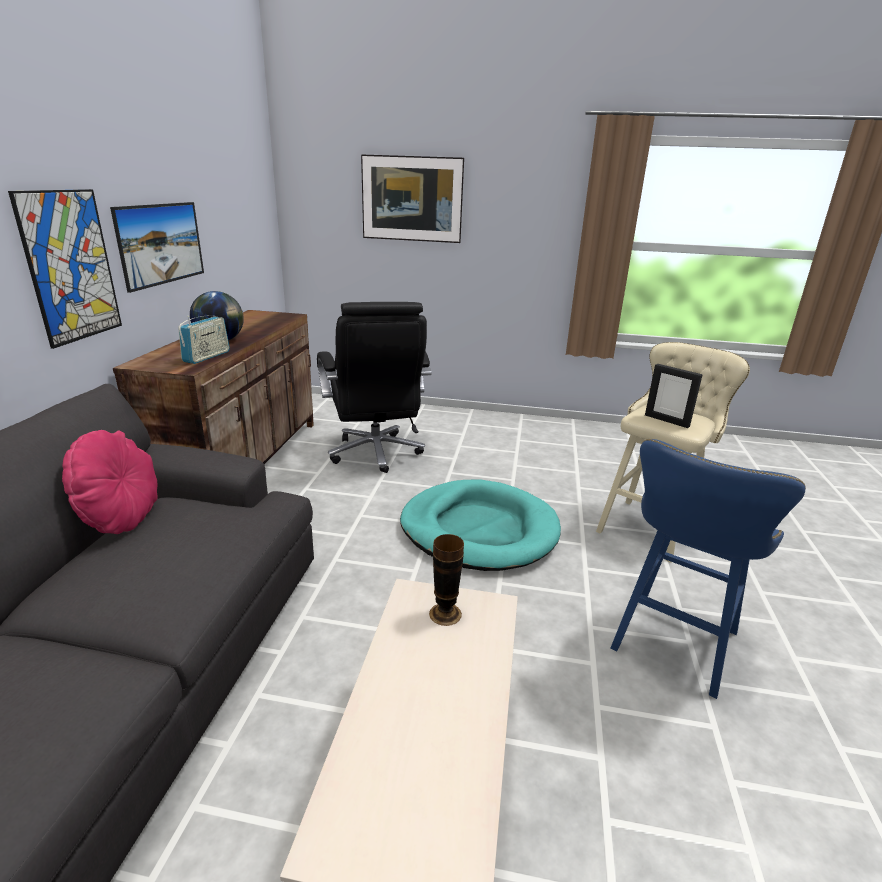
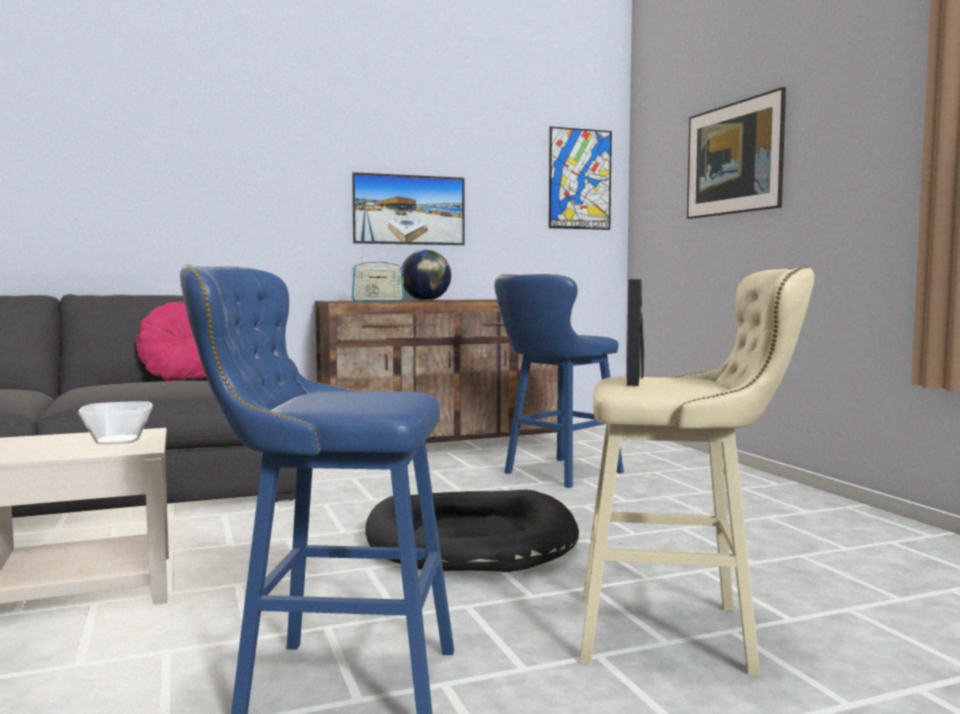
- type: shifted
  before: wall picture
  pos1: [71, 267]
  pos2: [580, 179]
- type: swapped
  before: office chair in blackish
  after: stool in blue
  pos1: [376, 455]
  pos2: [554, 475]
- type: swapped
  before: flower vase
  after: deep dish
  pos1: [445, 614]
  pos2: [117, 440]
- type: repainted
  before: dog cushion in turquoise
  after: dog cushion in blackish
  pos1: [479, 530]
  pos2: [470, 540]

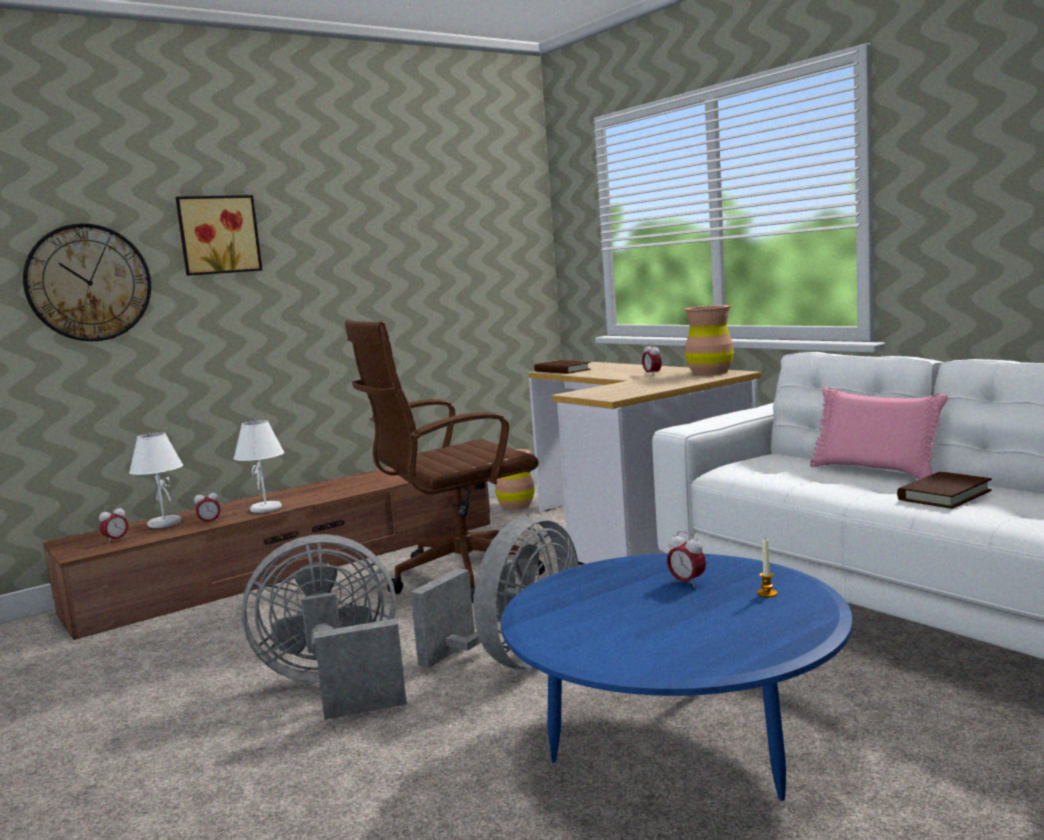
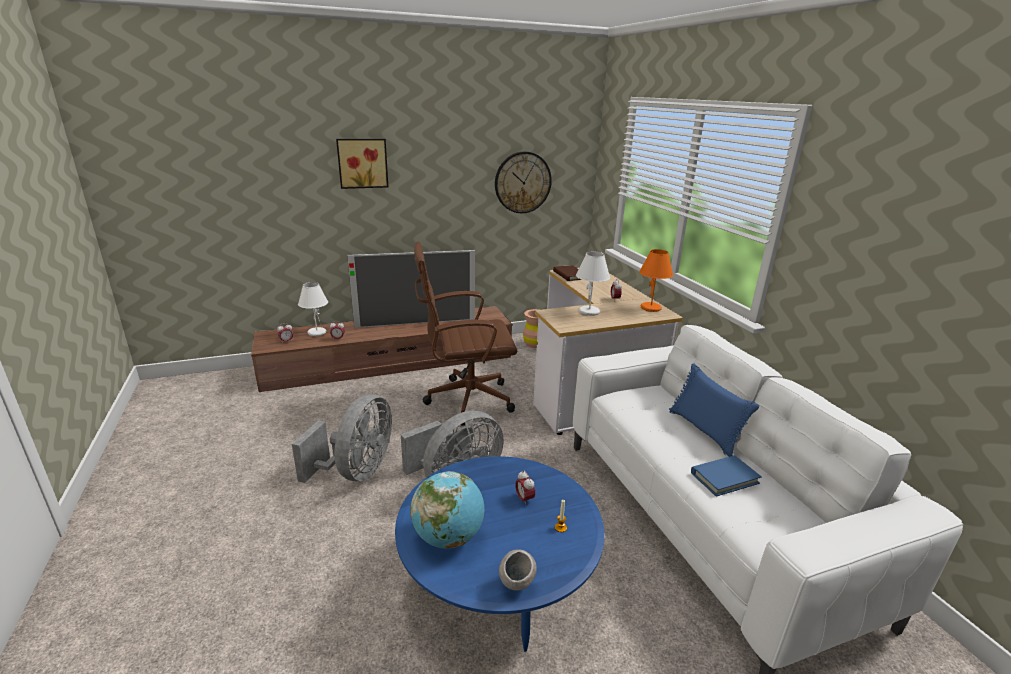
- type: new
  after: TV set
  pos2: [416, 323]
- type: new
  after: desk globe
  pos2: [448, 537]
- type: new
  after: deep dish in grey
  pos2: [516, 585]
- type: shifted
  before: wall clock
  pos1: [88, 283]
  pos2: [522, 182]
- type: shifted
  before: table lamp in whitish
  pos1: [266, 509]
  pos2: [589, 312]
- type: swapped
  before: flower vase in brown-coloured
  after: table lamp in orange
  pos1: [710, 372]
  pos2: [651, 308]
- type: repainted
  before: pillow in pinkish
  after: pillow in blue
  pos1: [874, 472]
  pos2: [705, 431]
- type: repainted
  before: book in brown-coloured
  after: book in blue
  pos1: [944, 495]
  pos2: [724, 478]
- type: rotated
  before: electric fan in grey
  pos1: [335, 686]
  pos2: [356, 471]
  turn: 105

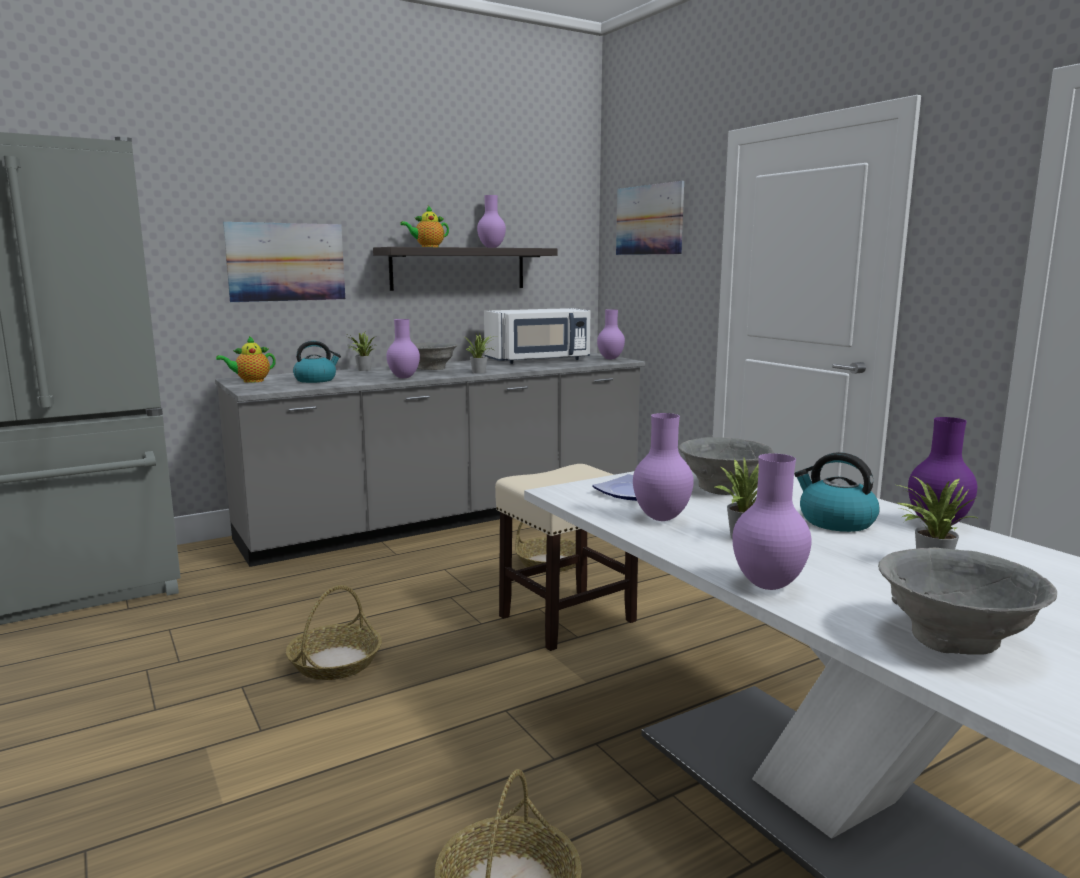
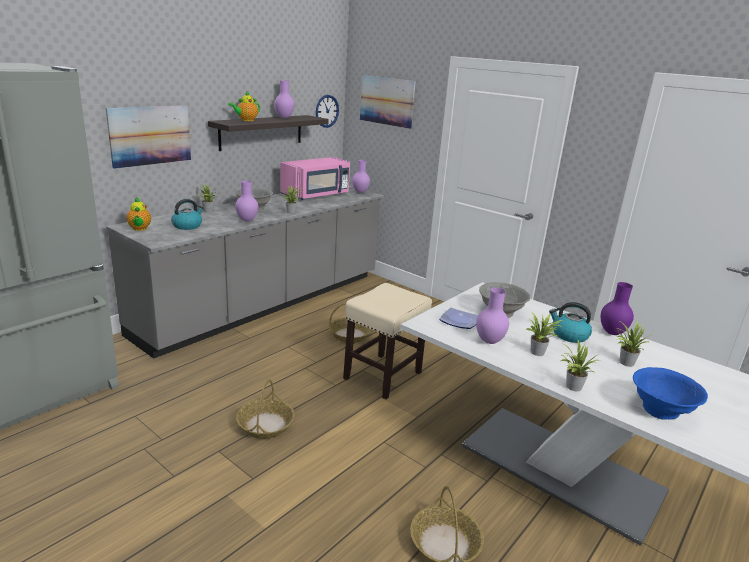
- type: new
  after: wall clock
  pos2: [327, 111]
- type: swapped
  before: flower vase in purple
  after: plant in a pot
  pos1: [769, 586]
  pos2: [571, 387]
- type: repainted
  before: microwave in whitish
  after: microwave in pinkish
  pos1: [539, 360]
  pos2: [316, 195]
- type: repainted
  before: deep dish in grey
  after: deep dish in blue
  pos1: [955, 640]
  pos2: [661, 410]
- type: rotated
  before: pot for tea
  pos1: [250, 381]
  pos2: [139, 229]
  turn: -60

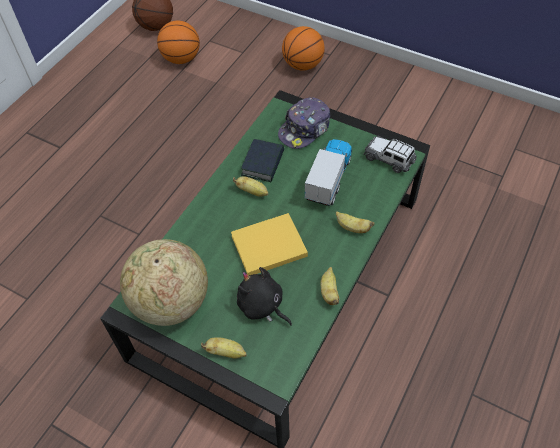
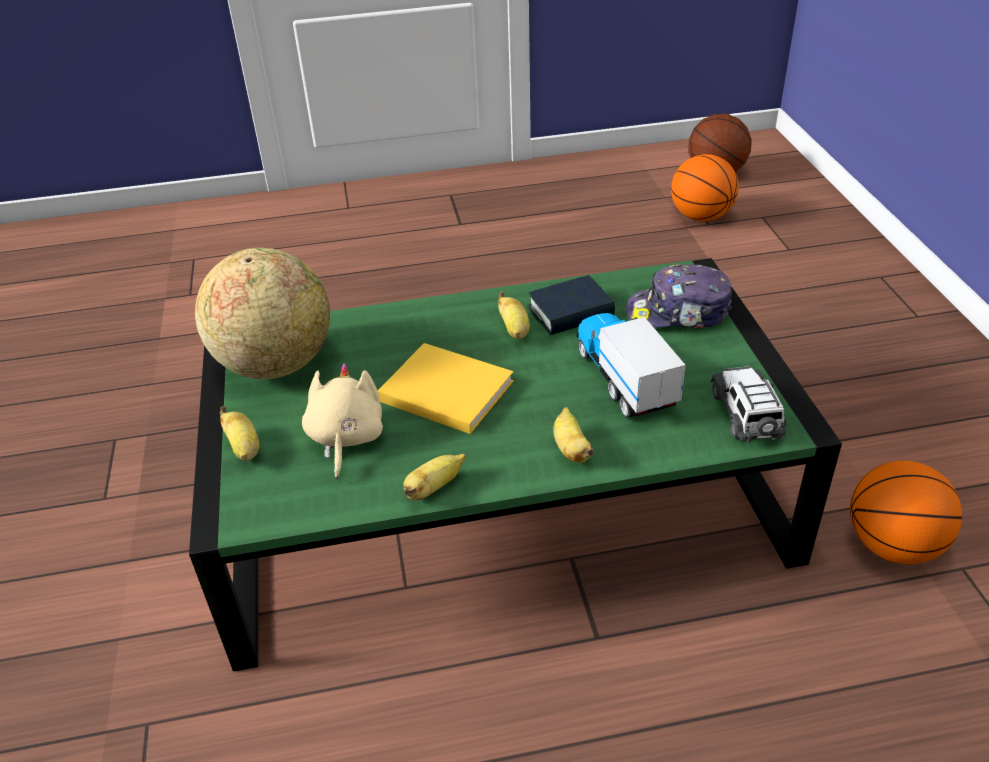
- type: shifted
  before: basketball ball
  pos1: [303, 65]
  pos2: [892, 545]
- type: repainted
  before: plush toy in blackish
  after: plush toy in sand-coloured
  pos1: [262, 306]
  pos2: [345, 439]
- type: rotated
  before: toy truck
  pos1: [329, 180]
  pos2: [624, 380]
  turn: -90

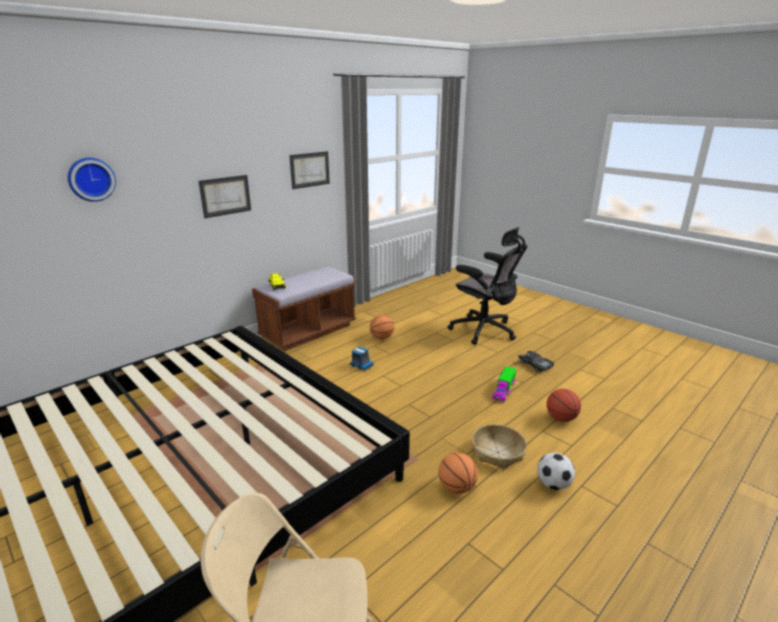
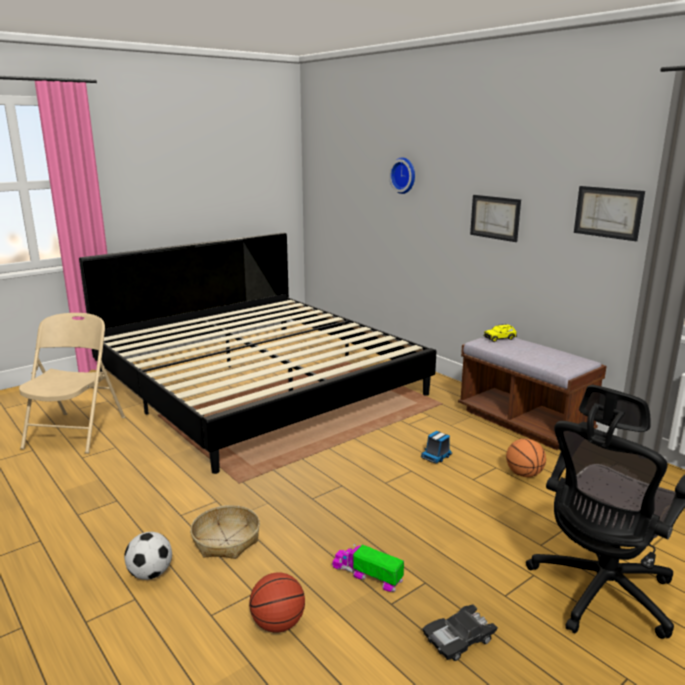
- type: gone
  before: basketball ball
  pos1: [457, 488]

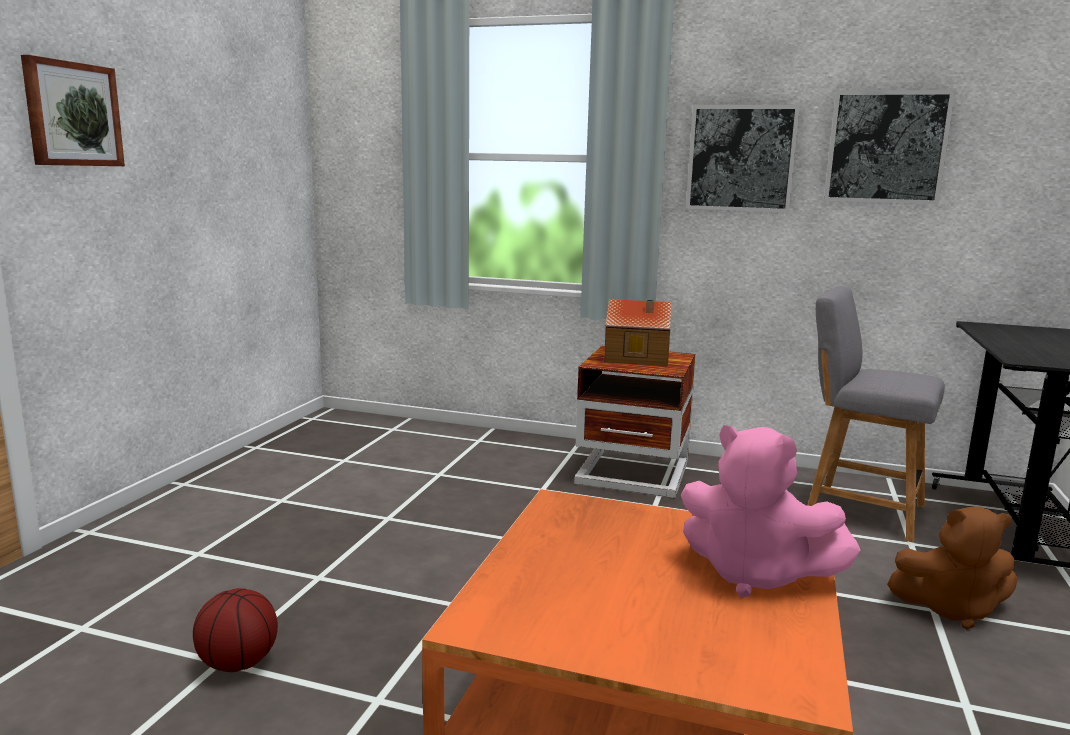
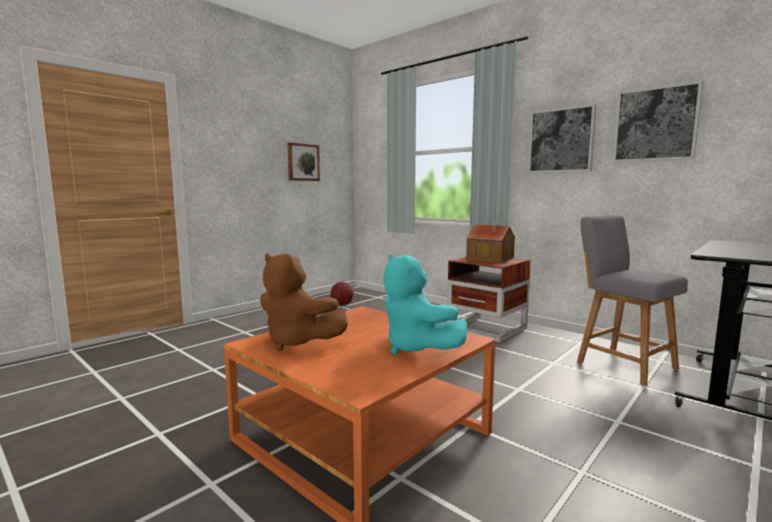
- type: shifted
  before: wall picture
  pos1: [72, 114]
  pos2: [303, 162]
- type: shifted
  before: basketball ball
  pos1: [238, 663]
  pos2: [342, 304]
- type: shifted
  before: plush toy in brown-coloured
  pos1: [950, 609]
  pos2: [297, 342]
- type: repainted
  before: plush toy in pinkish
  after: plush toy in turquoise
  pos1: [754, 575]
  pos2: [416, 348]

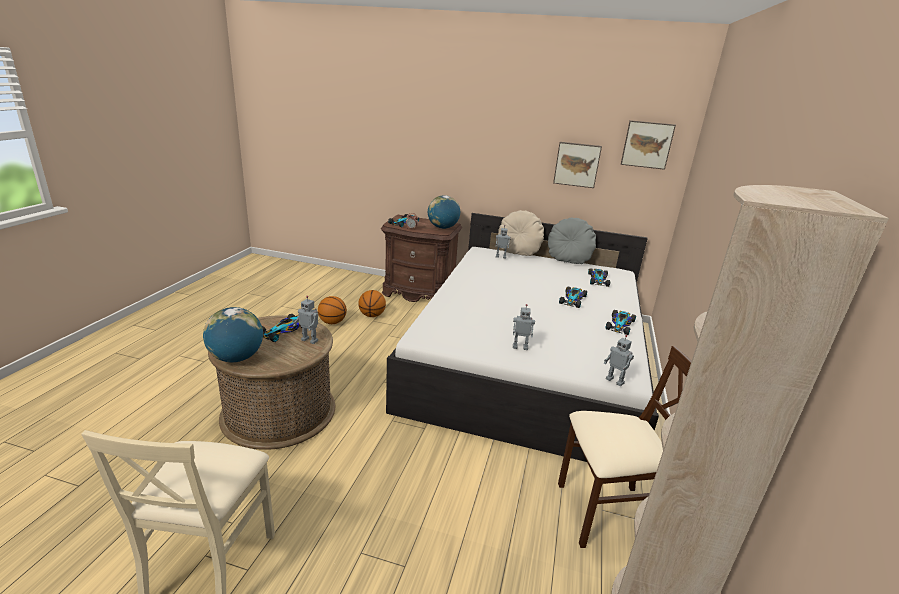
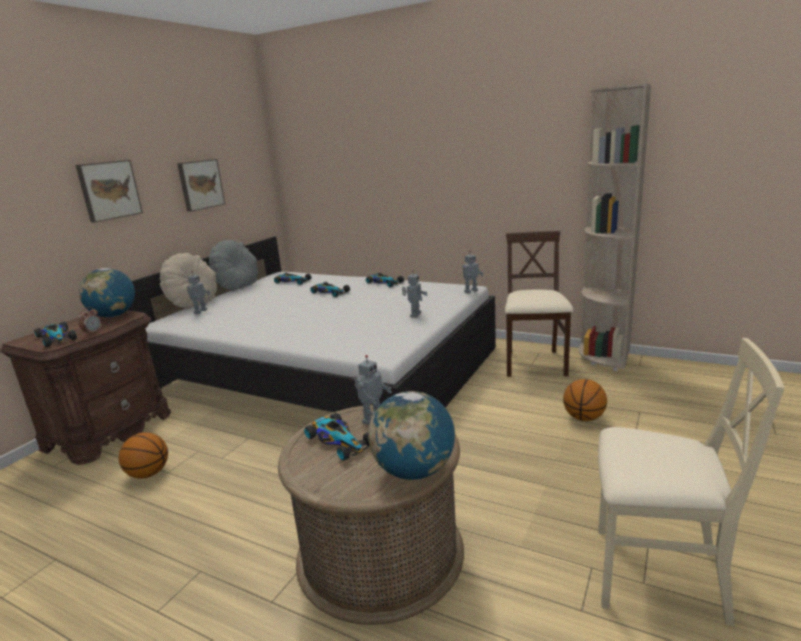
- type: shifted
  before: basketball ball
  pos1: [332, 322]
  pos2: [584, 418]
- type: shifted
  before: wall picture
  pos1: [647, 144]
  pos2: [108, 190]

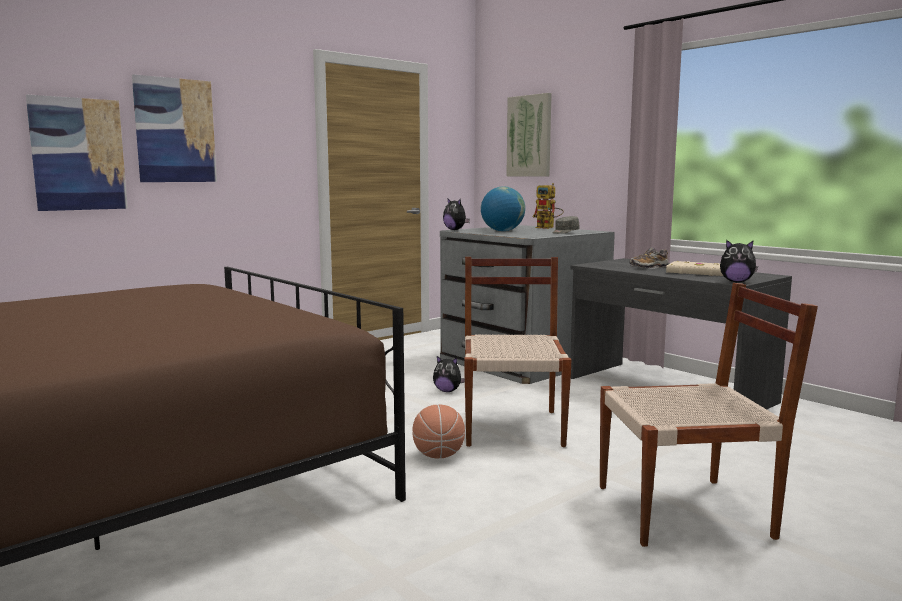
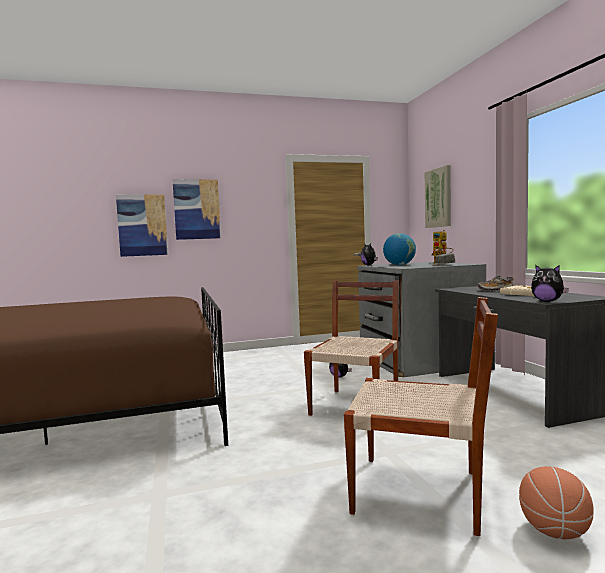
- type: shifted
  before: basketball ball
  pos1: [438, 456]
  pos2: [554, 531]

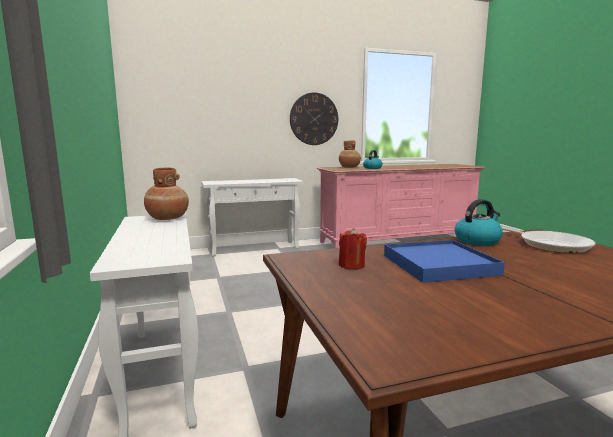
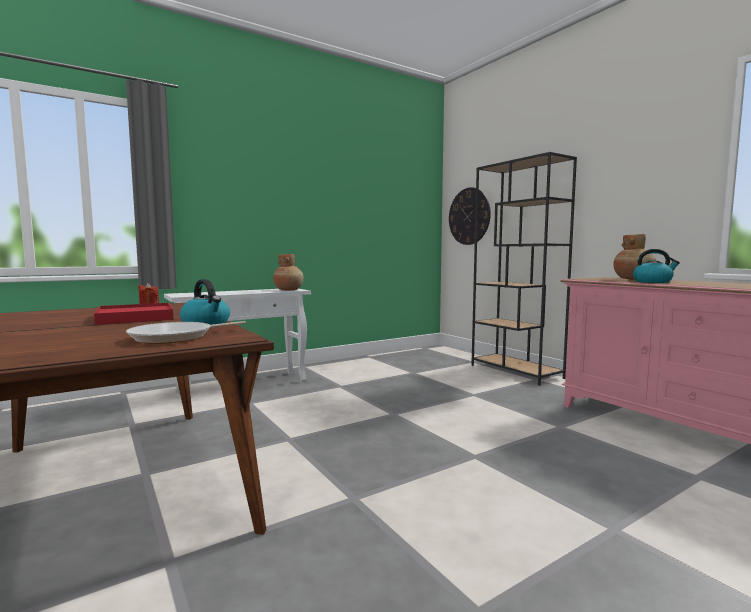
- type: shifted
  before: wall clock
  pos1: [314, 119]
  pos2: [469, 216]
- type: swapped
  before: narrow table in whitish
  after: bookshelf
  pos1: [255, 248]
  pos2: [516, 372]
- type: repainted
  before: serving tray in blue
  after: serving tray in red
  pos1: [439, 265]
  pos2: [135, 317]

